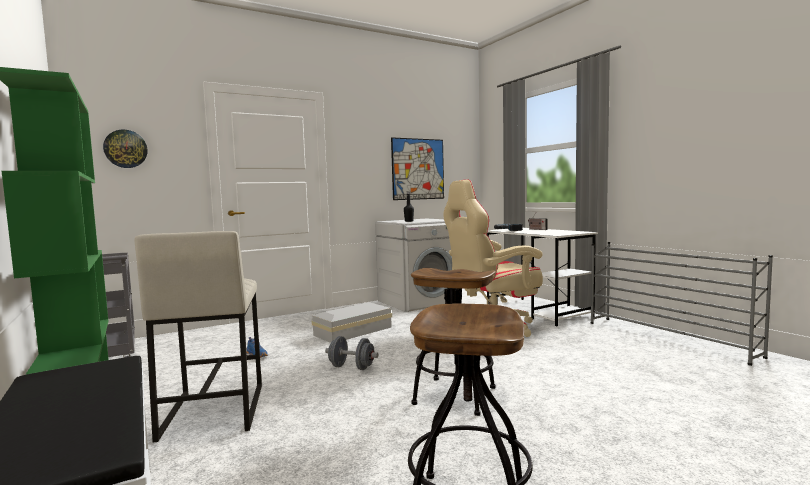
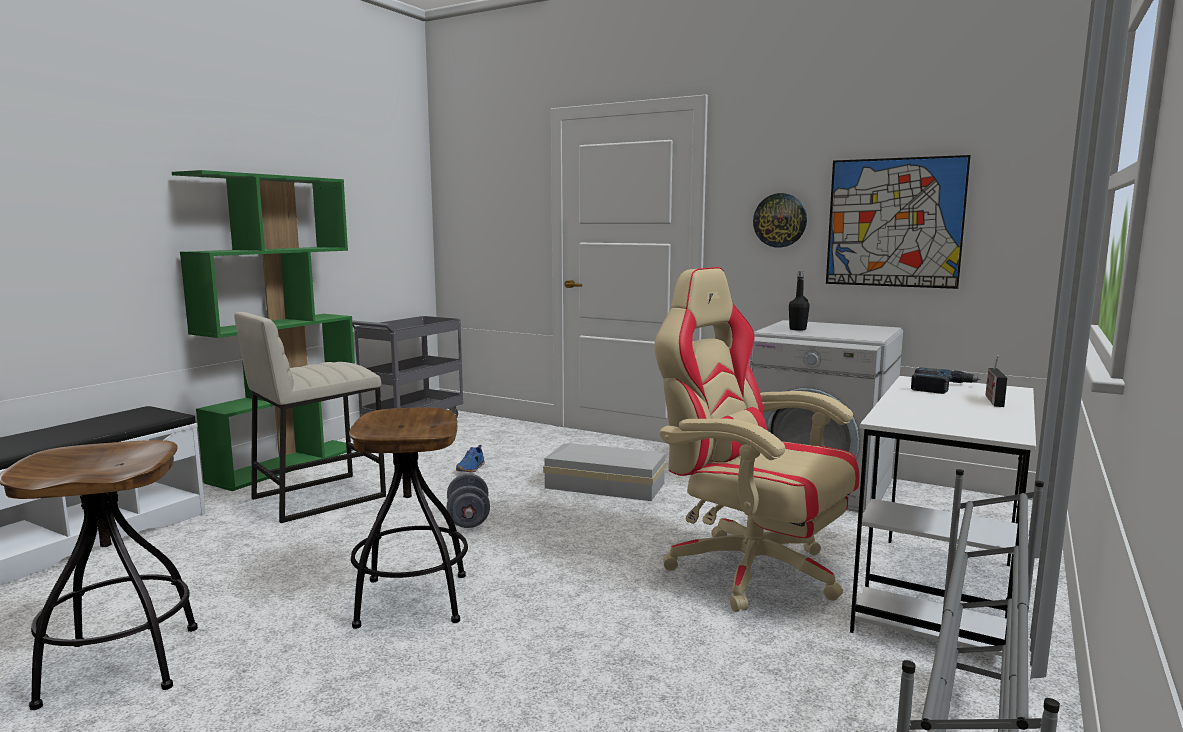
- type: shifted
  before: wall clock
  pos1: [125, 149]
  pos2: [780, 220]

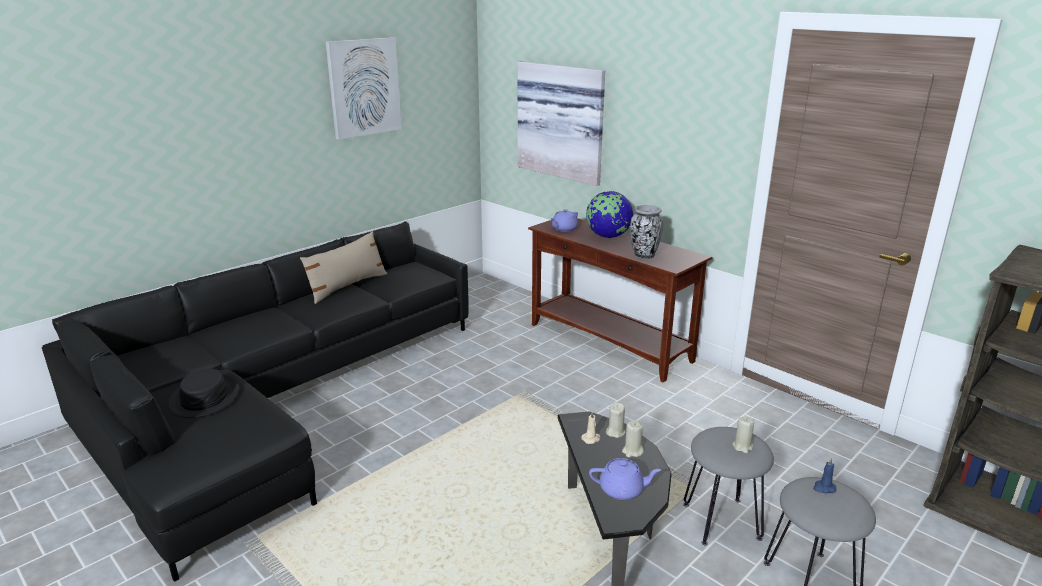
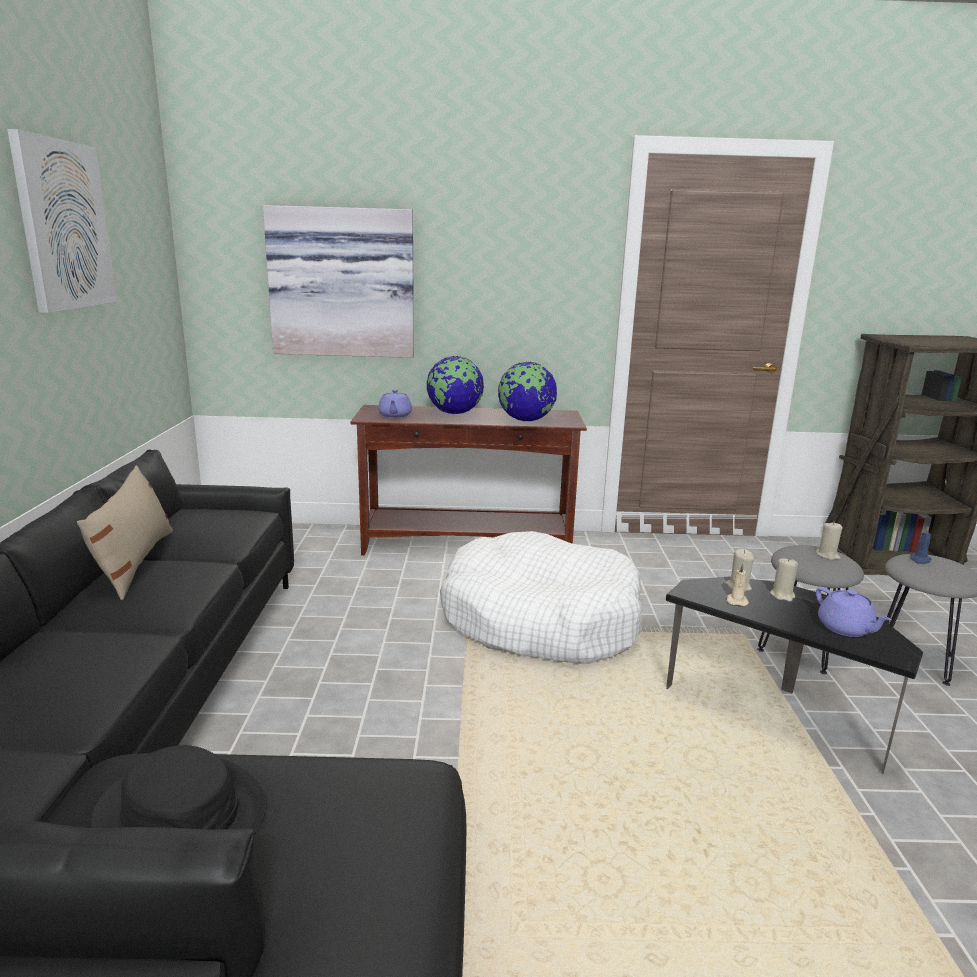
- type: new
  after: dog cushion in whitish
  pos2: [540, 619]
- type: swapped
  before: flower vase
  after: desk globe
  pos1: [644, 255]
  pos2: [526, 420]
- type: rotated
  before: pot for tea in purple
  pos1: [622, 490]
  pos2: [846, 628]
  turn: 105

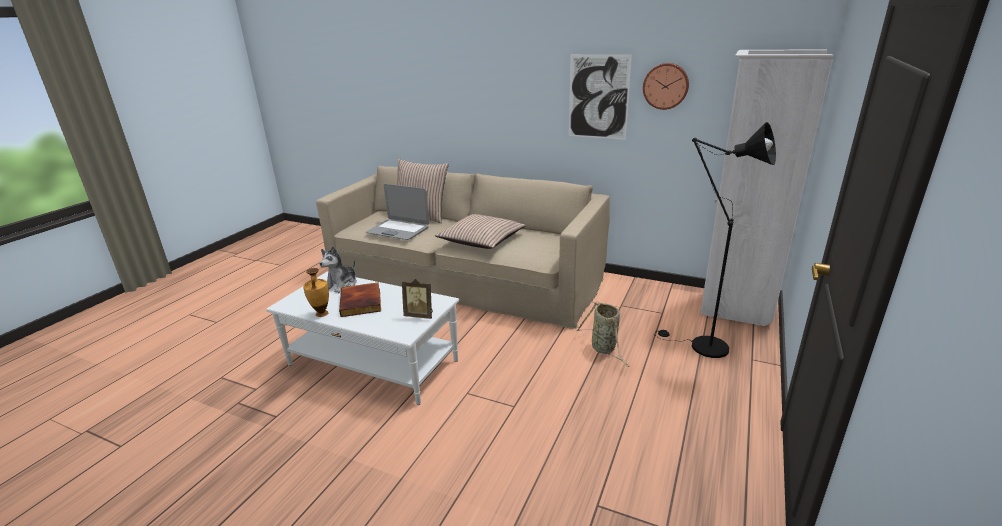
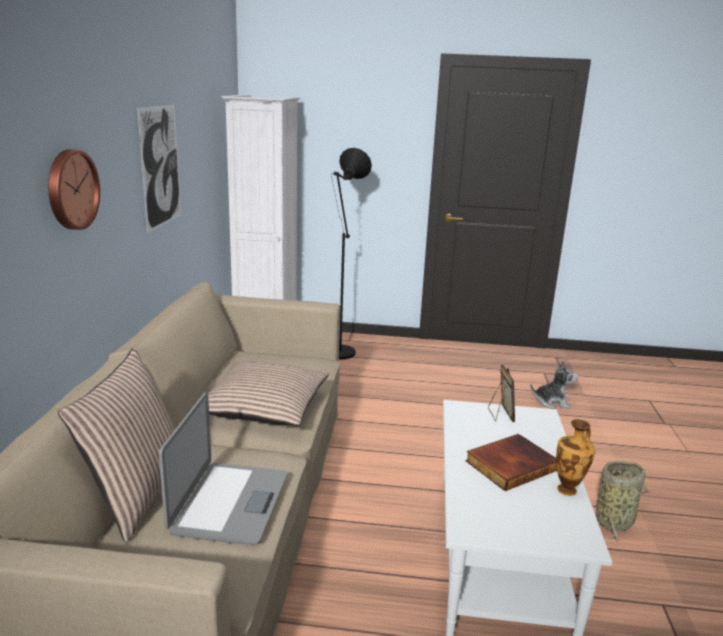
- type: shifted
  before: plush toy
  pos1: [342, 284]
  pos2: [552, 402]
- type: shifted
  before: storage basket
  pos1: [604, 349]
  pos2: [615, 521]
- type: shifted
  before: wall clock
  pos1: [665, 86]
  pos2: [71, 189]

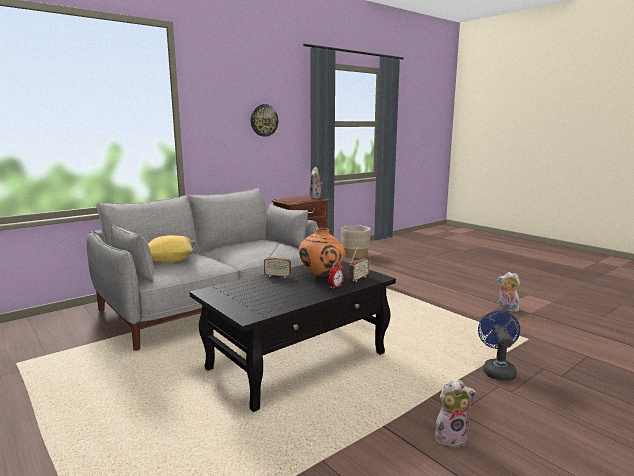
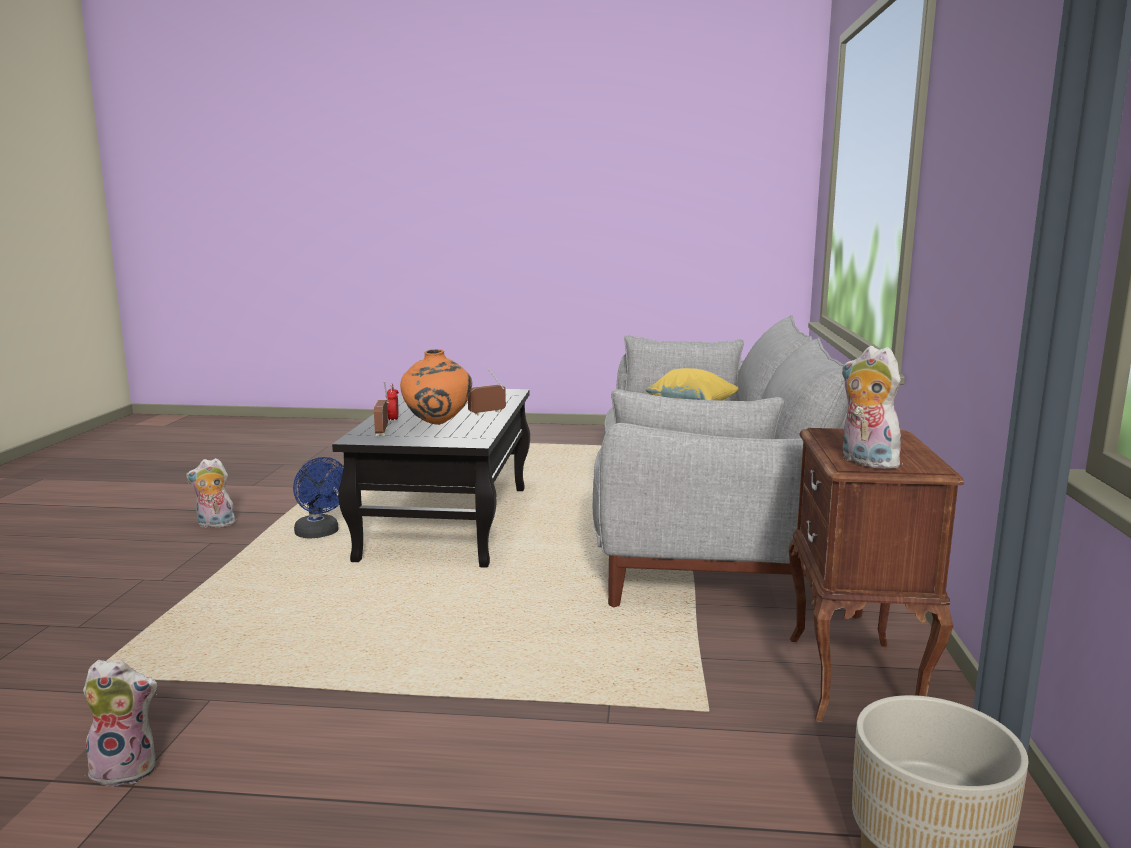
- type: gone
  before: wall clock
  pos1: [264, 120]
- type: shifted
  before: electric fan in blue
  pos1: [497, 370]
  pos2: [320, 534]
- type: rotated
  before: plush toy
  pos1: [451, 437]
  pos2: [214, 525]
  turn: 45

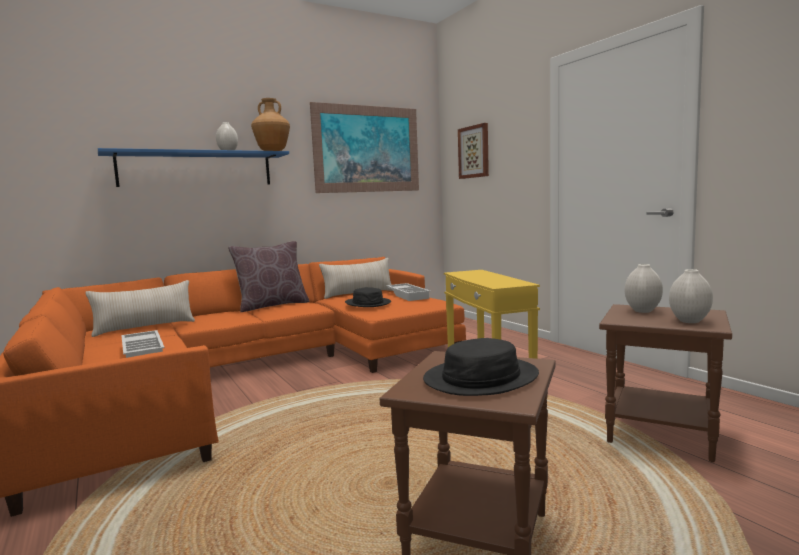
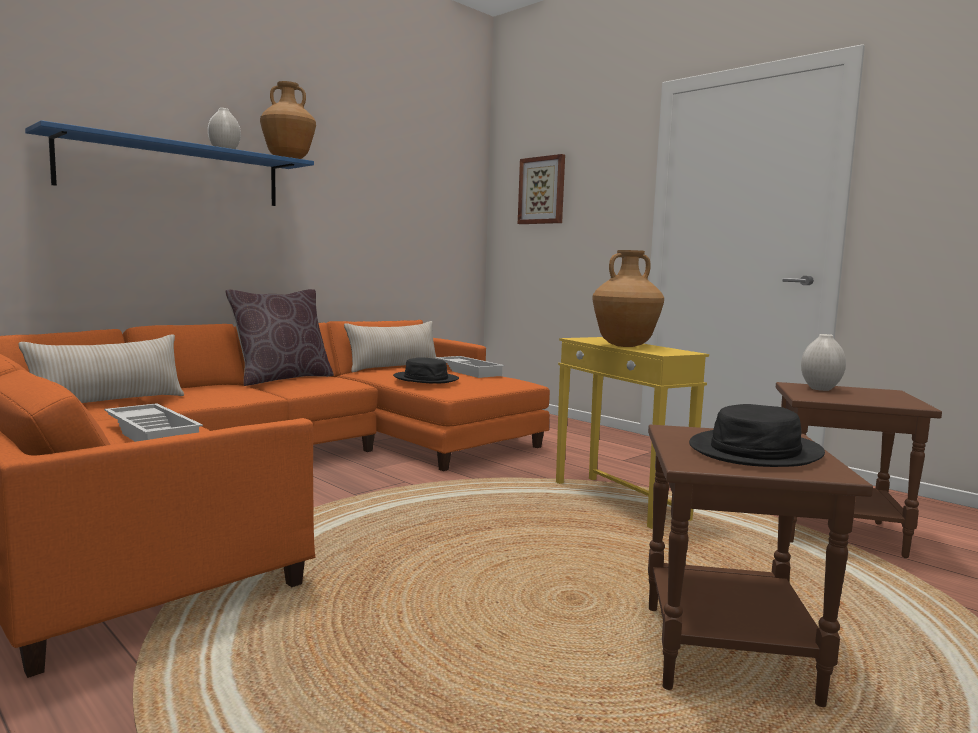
- type: gone
  before: wall picture
  pos1: [367, 149]
- type: gone
  before: flower vase in whitish
  pos1: [689, 321]
- type: new
  after: flower vase in brown-coloured
  pos2: [624, 346]

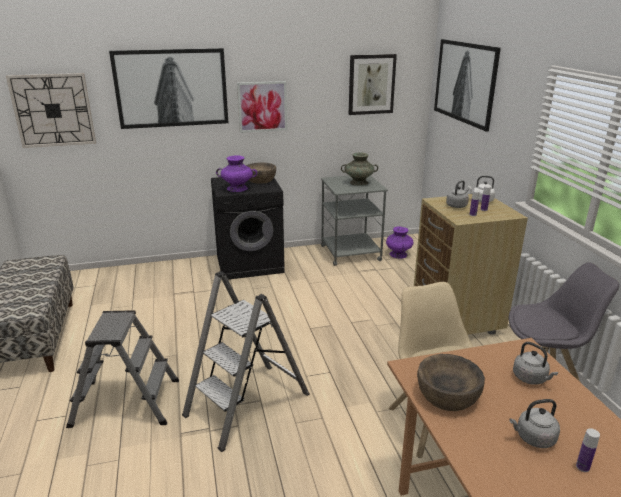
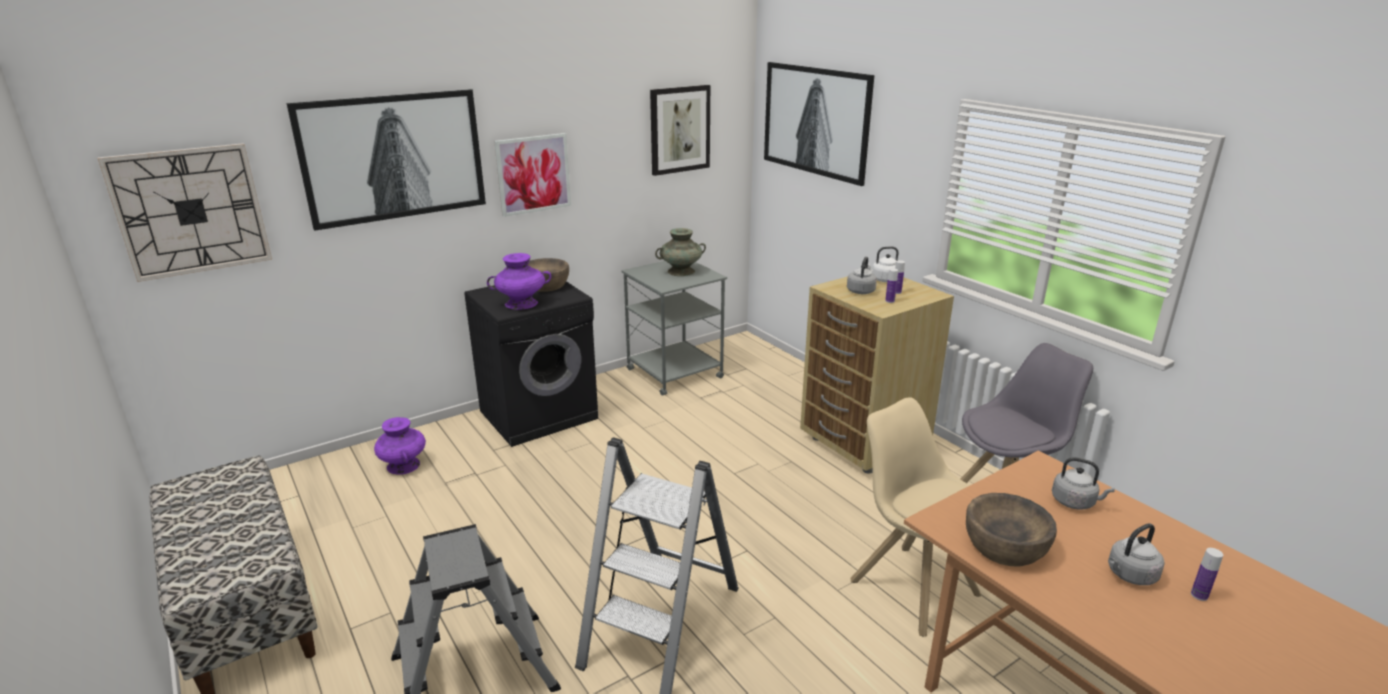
- type: shifted
  before: flower vase in purple
  pos1: [398, 254]
  pos2: [403, 465]

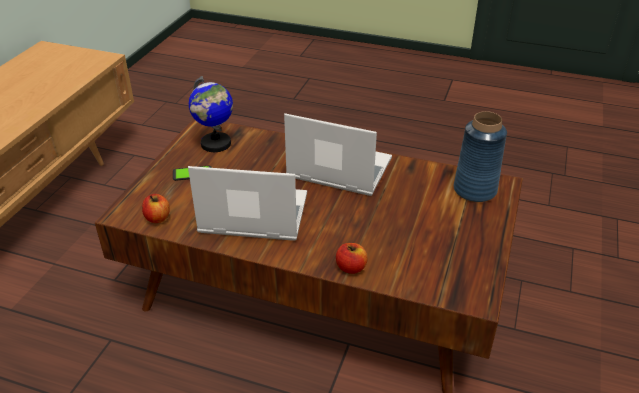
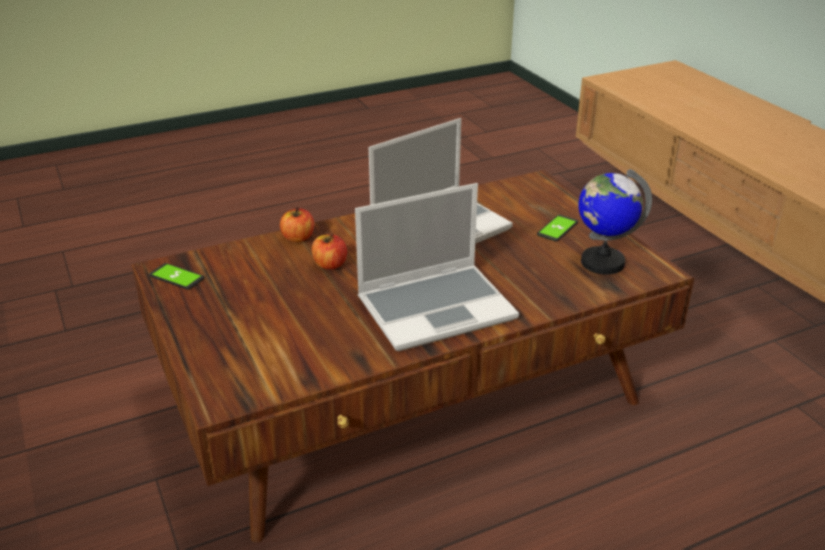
- type: gone
  before: flower vase in blue
  pos1: [475, 190]
- type: new
  after: phone
  pos2: [177, 277]
- type: shifted
  before: whole apple
  pos1: [157, 218]
  pos2: [330, 264]

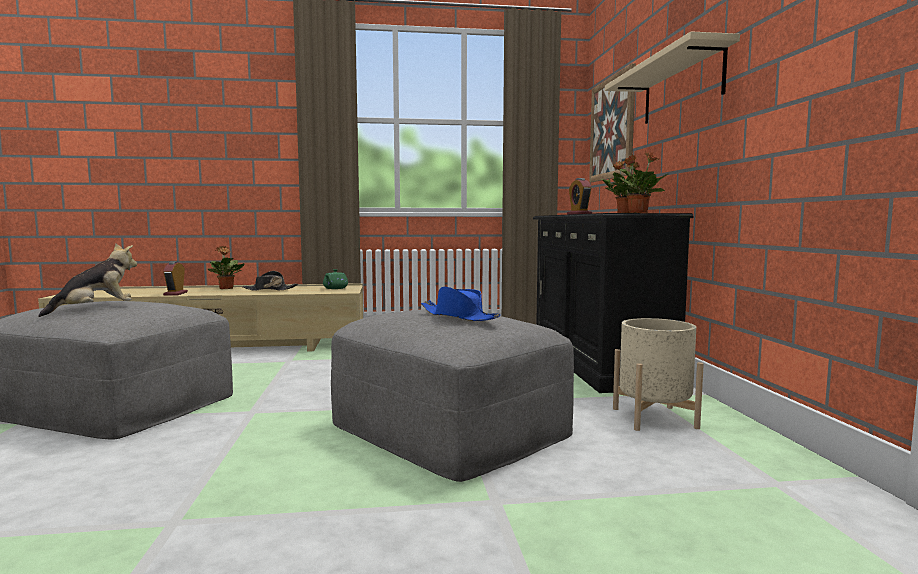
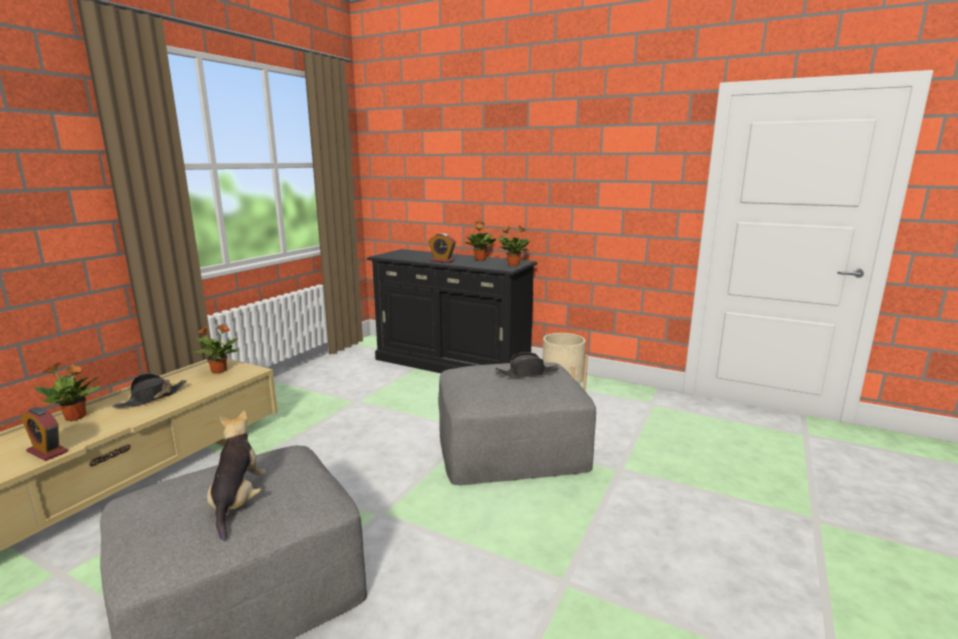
- type: gone
  before: wall picture
  pos1: [612, 128]
- type: gone
  before: bracket shelf in sand-coloured
  pos1: [681, 87]
- type: swapped
  before: pot for tea in greenish
  after: plant in a pot
  pos1: [335, 288]
  pos2: [218, 371]
- type: repainted
  before: hat in blue
  after: hat in blackish
  pos1: [459, 316]
  pos2: [527, 373]

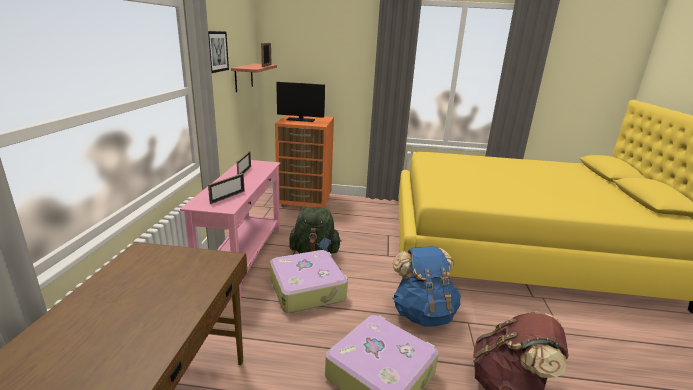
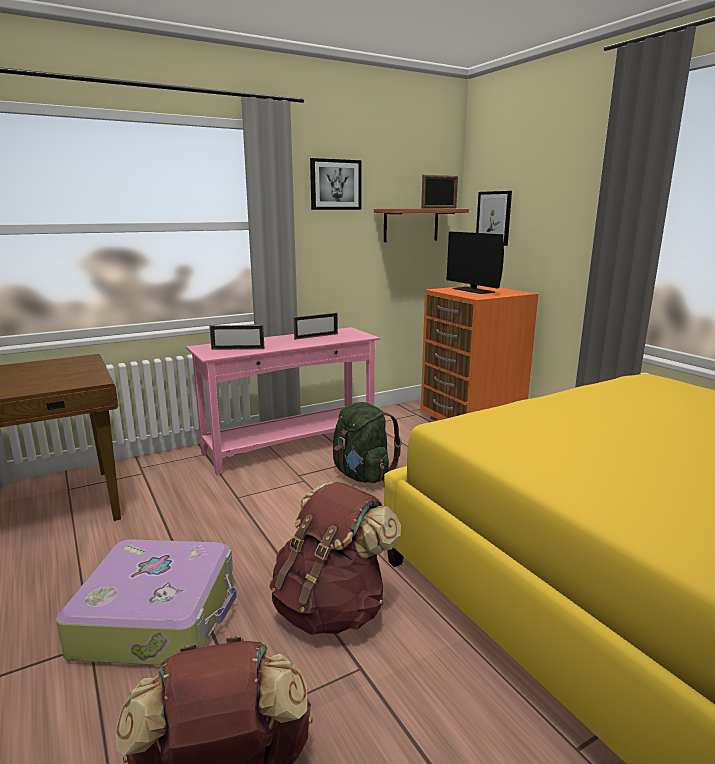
- type: gone
  before: travel case
  pos1: [308, 288]
- type: new
  after: wall picture
  pos2: [493, 218]
- type: repainted
  before: rucksack in blue
  after: rucksack in brown-coloured
  pos1: [423, 313]
  pos2: [331, 608]

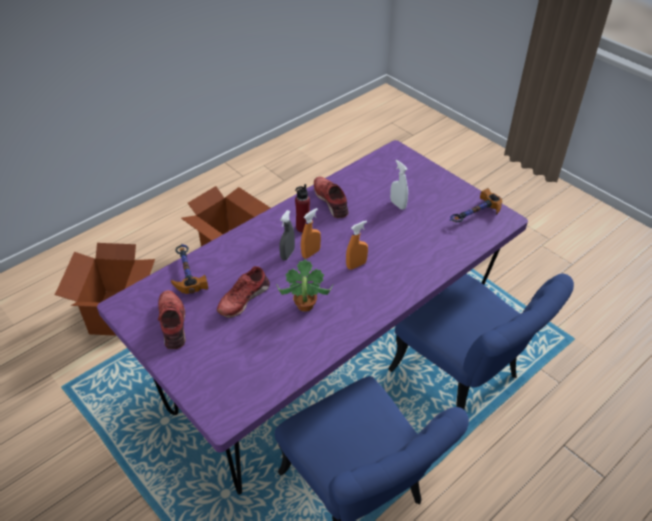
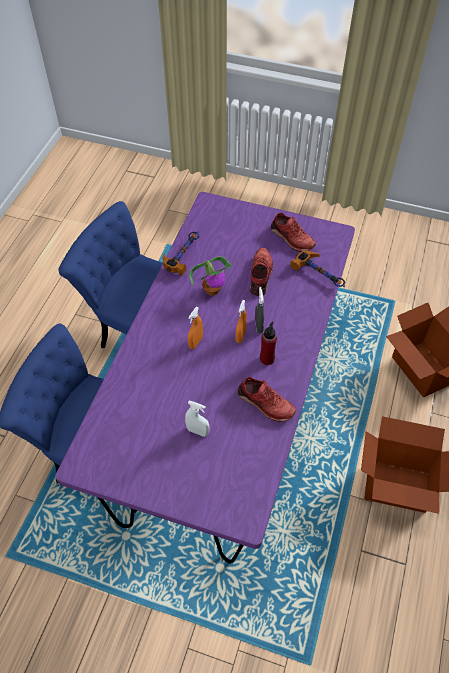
- type: shifted
  before: hand hammer
  pos1: [474, 216]
  pos2: [183, 255]

